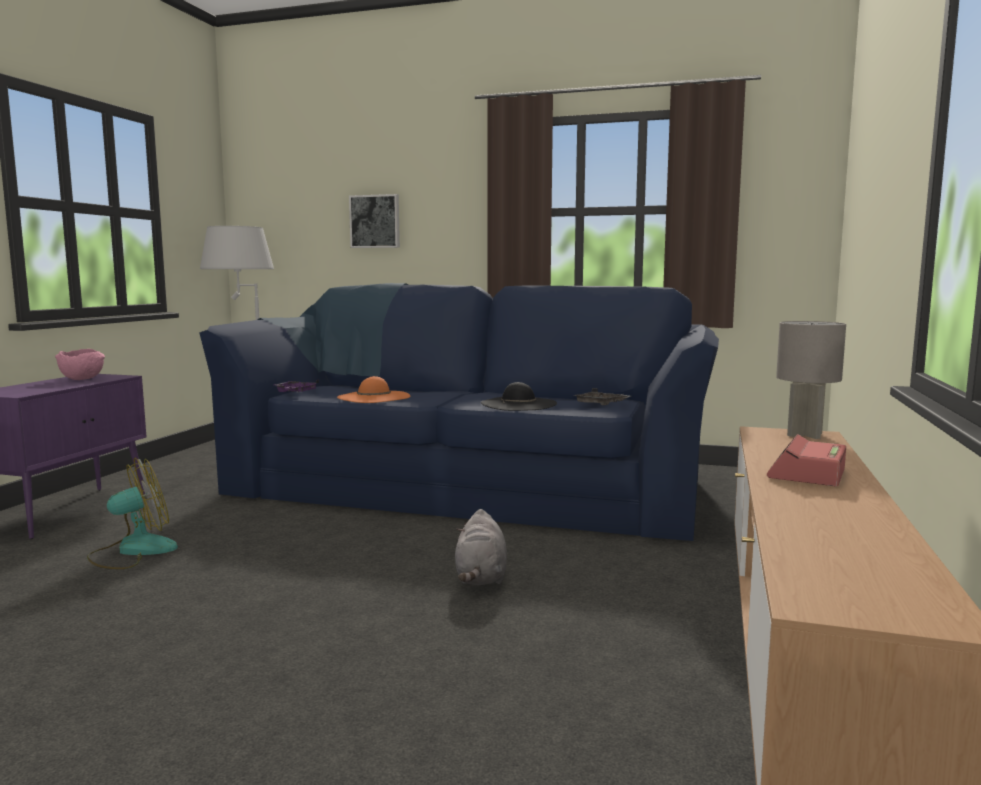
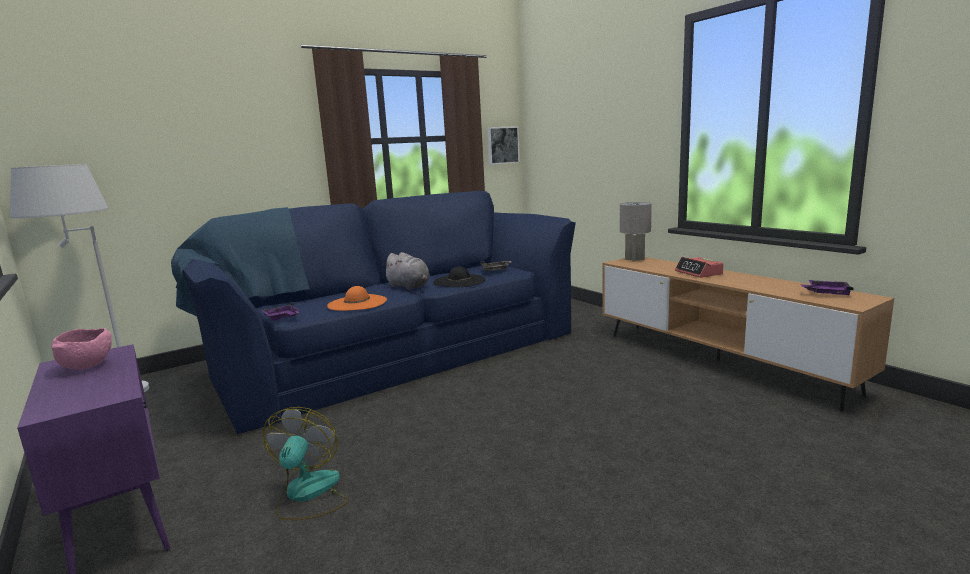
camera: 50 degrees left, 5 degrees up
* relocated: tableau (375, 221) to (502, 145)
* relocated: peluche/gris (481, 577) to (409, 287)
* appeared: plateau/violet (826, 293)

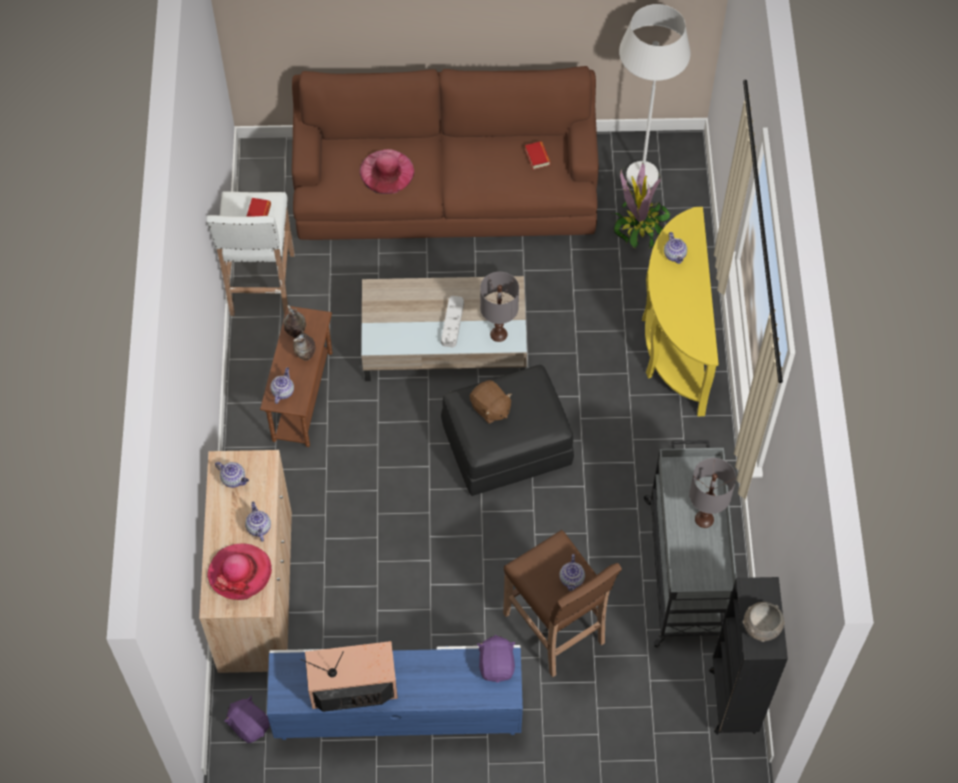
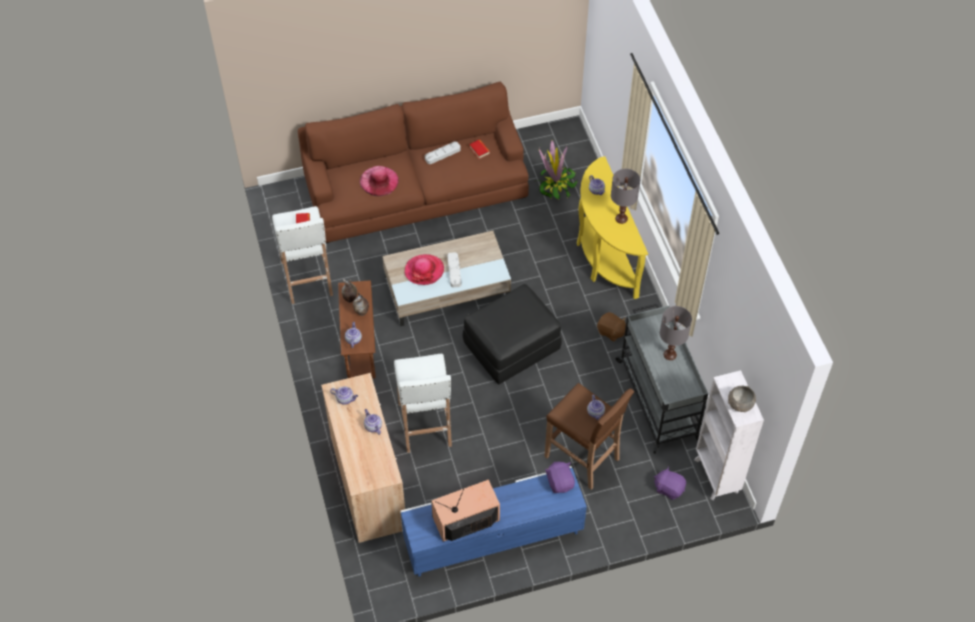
camera: 15 degrees left, 5 degrees down
* missing: lampadaire/blanc (640, 161)
* relocated: lampe de table/gris (498, 334) to (621, 218)
* relocated: peluche/marron (490, 408) to (611, 332)
* relocated: chapeau (240, 573) to (424, 270)
* colour: bibliothèque/noir (732, 702) to bibliothèque/blanc (716, 476)
* relocated: peluche/violet (249, 725) to (669, 488)
* appeared: plateau/gris (442, 154)
* appeared: tabouret/blanc (425, 426)

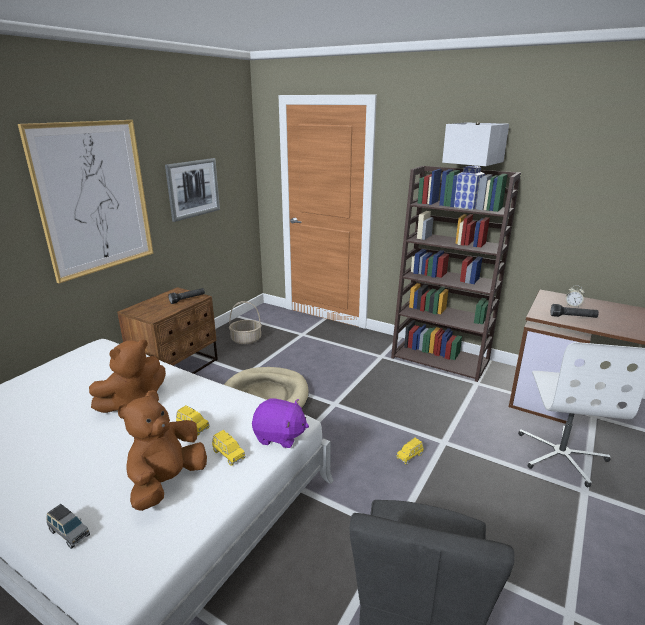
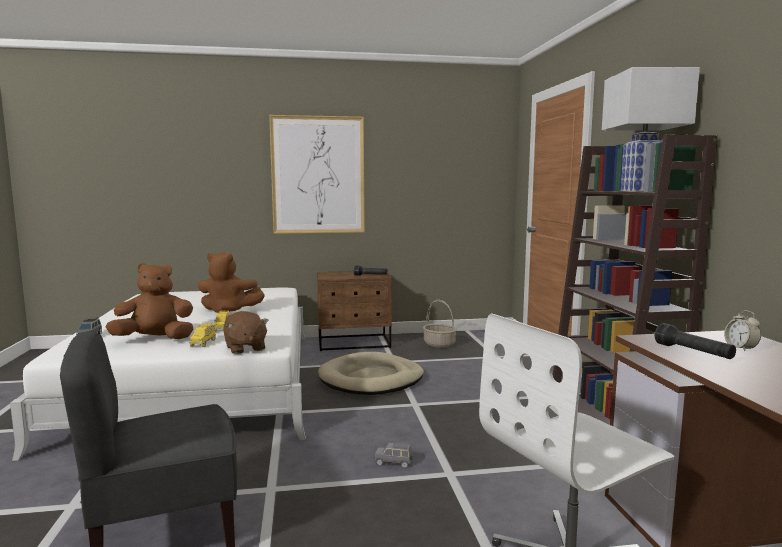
camera: 50 degrees right, 15 degrees down
* missing: tableau (193, 188)
* colour: peluche/violet (279, 436) to peluche/marron (245, 348)
* colour: petite voiture/jaune (409, 456) to petite voiture/gris (394, 463)

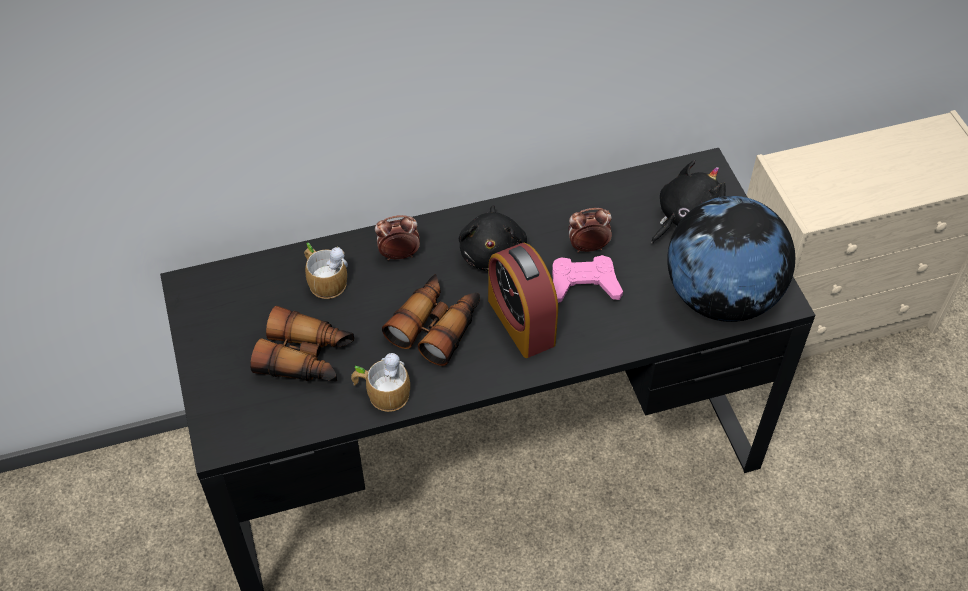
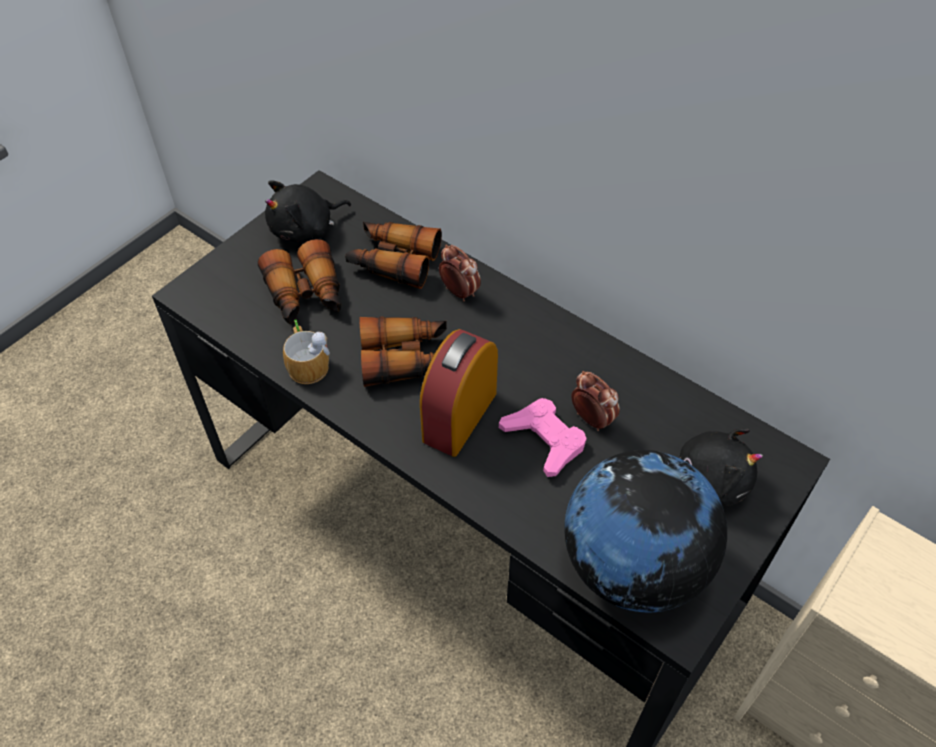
camera: 55 degrees right, 0 degrees up
* relocated: peluche/noir (492, 252) to (306, 229)
* exchanged: mug (324, 279) to jumelles (393, 261)

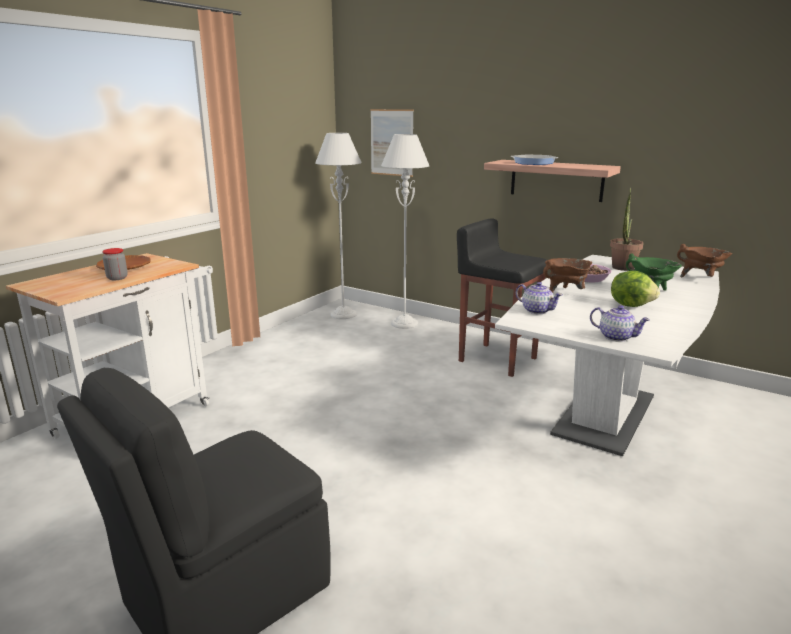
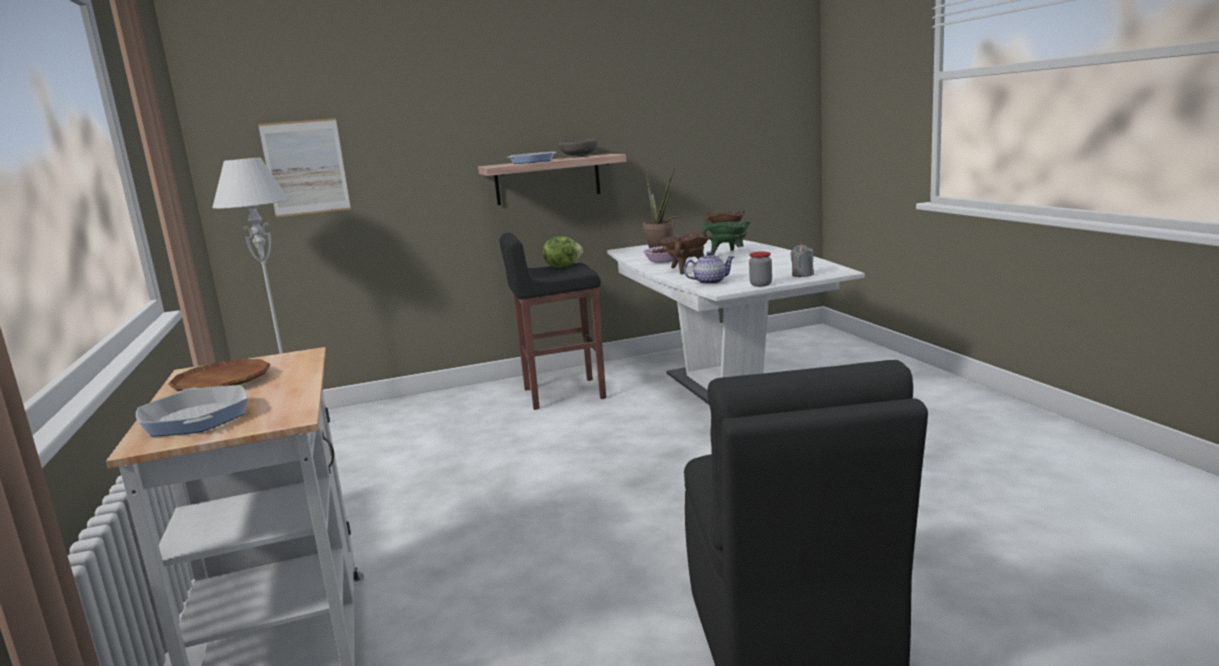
camera: 50 degrees left, 5 degrees down
* missing: lampadaire/gris (404, 323)
* relocated: bocal (117, 278) to (761, 284)
* relocated: laitue (631, 305) to (562, 266)
* exchanged: théière (617, 337) to bougie/gris (802, 275)
* appeared: bol/gris (579, 157)
* appeared: poêle (196, 419)

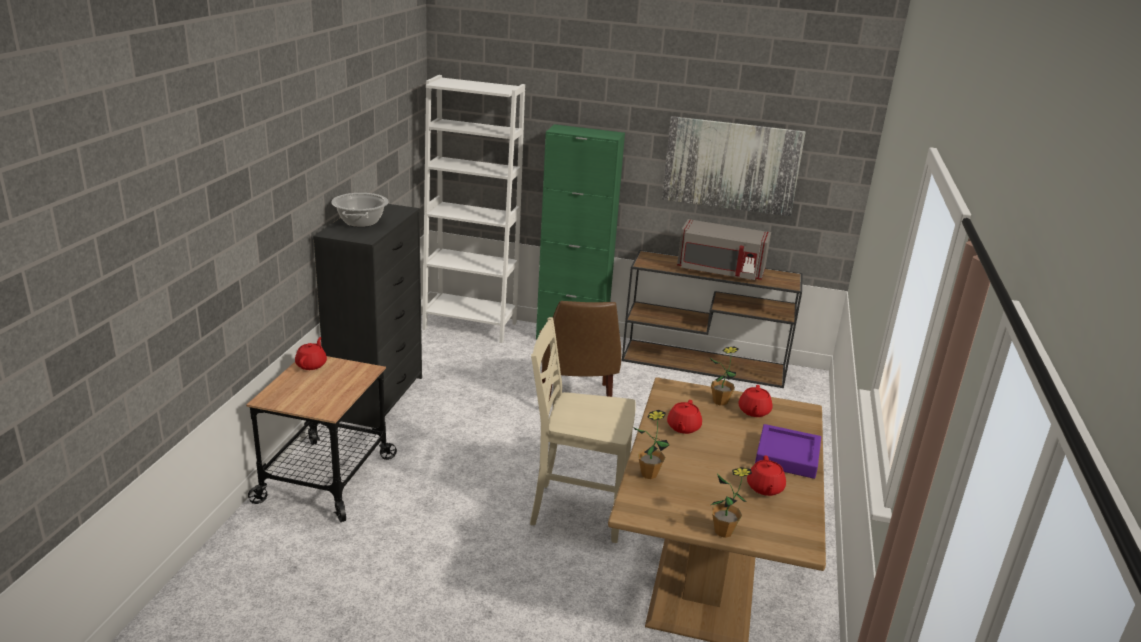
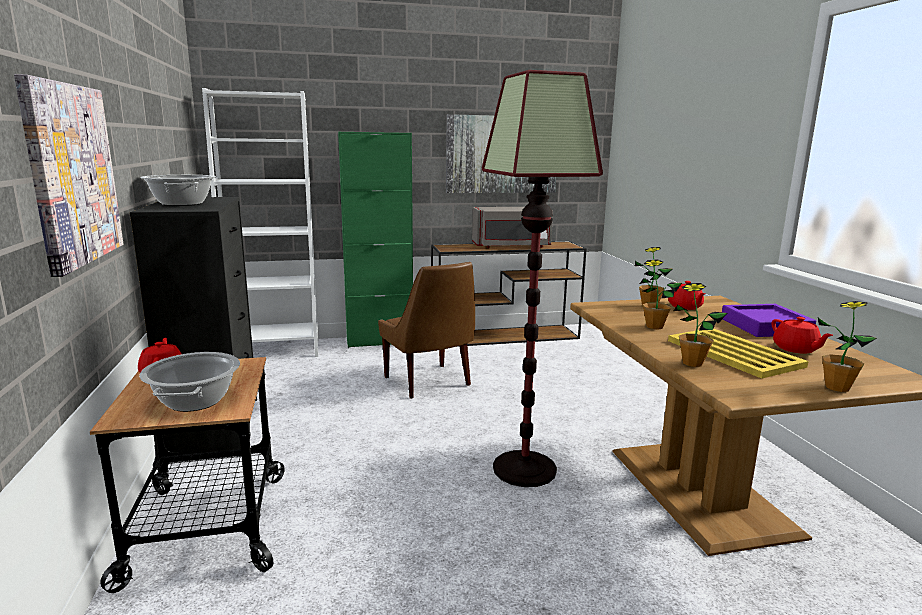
camera: 25 degrees left, 10 degrees down
* exchanged: chaise/beige (576, 510) to lampadaire (523, 469)
* exchanged: théière/rouge (683, 427) to plante en pot (654, 326)
* appeared: tableau (72, 174)
* appeared: plateau/jaune (732, 353)
* appeared: marmite (195, 401)

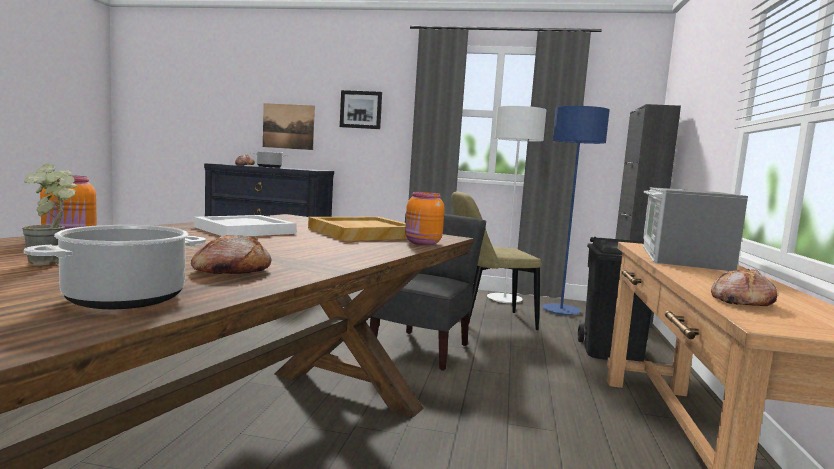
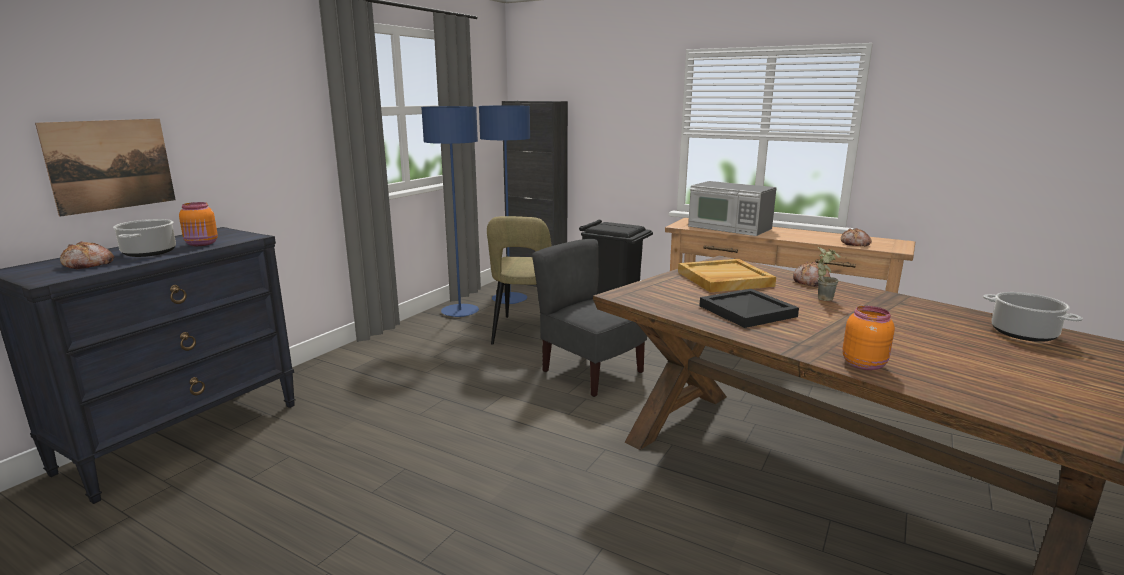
camera: 70 degrees left, 10 degrees up
* missing: tableau (361, 109)
* colour: lampadaire/blanc (504, 299) to lampadaire/bleu (460, 312)
* relocated: plante en pot (55, 263) to (823, 297)
* relocated: bocal/orange (422, 243) to (202, 244)
* colour: plateau/blanc (246, 230) to plateau/noir (747, 311)
* relocated: pain (231, 271) to (810, 282)

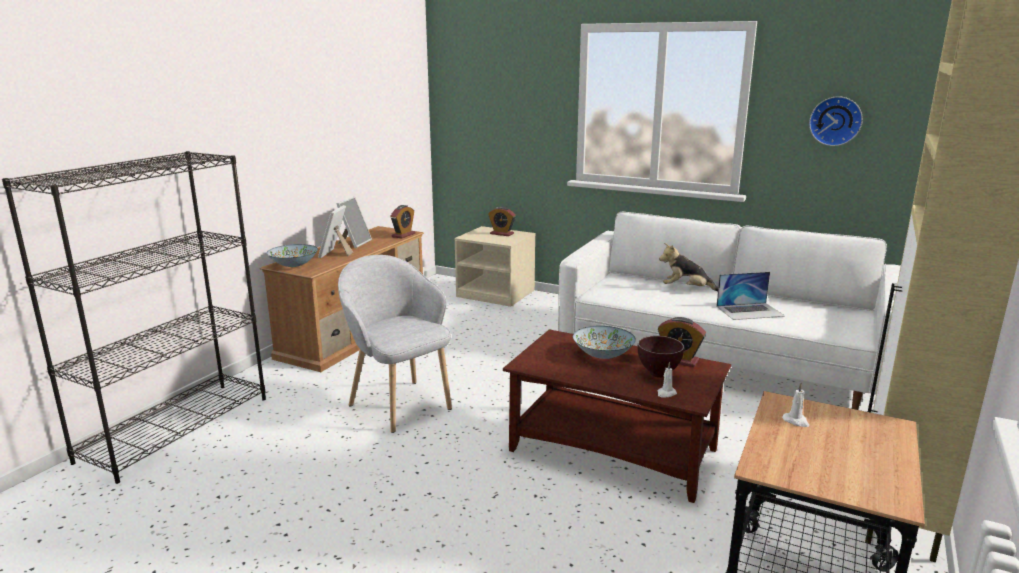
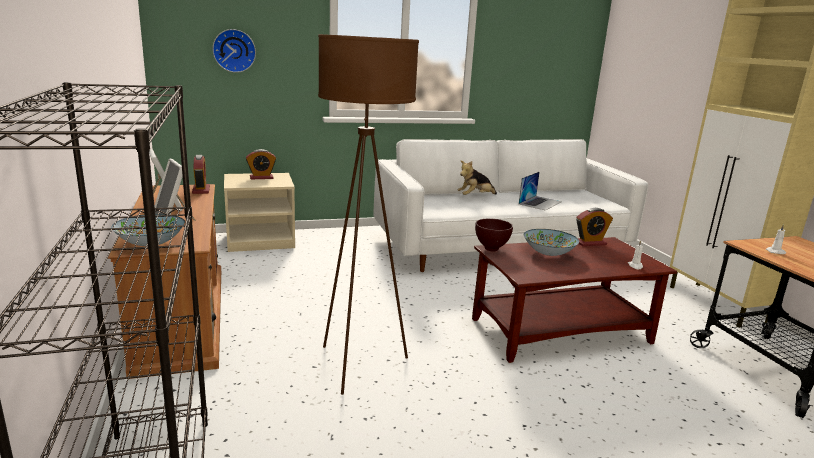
camera: 45 degrees left, 0 degrees up
* relocated: horloge murale (835, 121) to (234, 50)
* exchanged: fauteuil/gris (400, 404) to lampadaire/marron (359, 365)
* relocated: bol/marron (659, 375) to (492, 249)

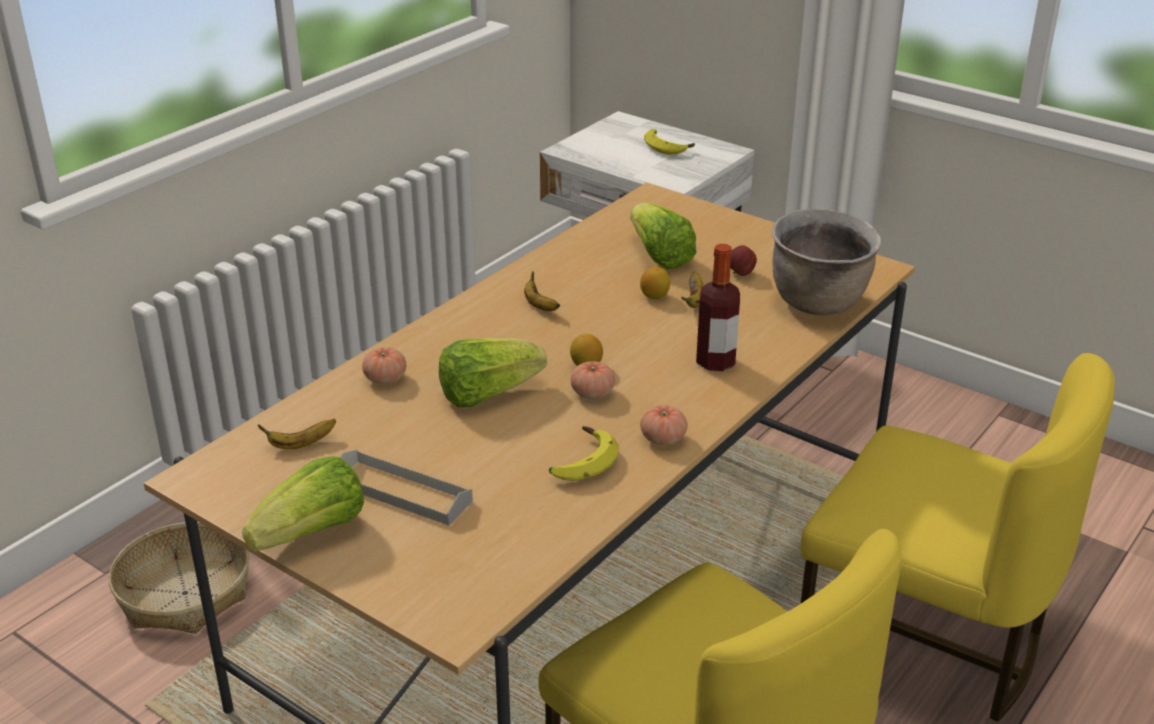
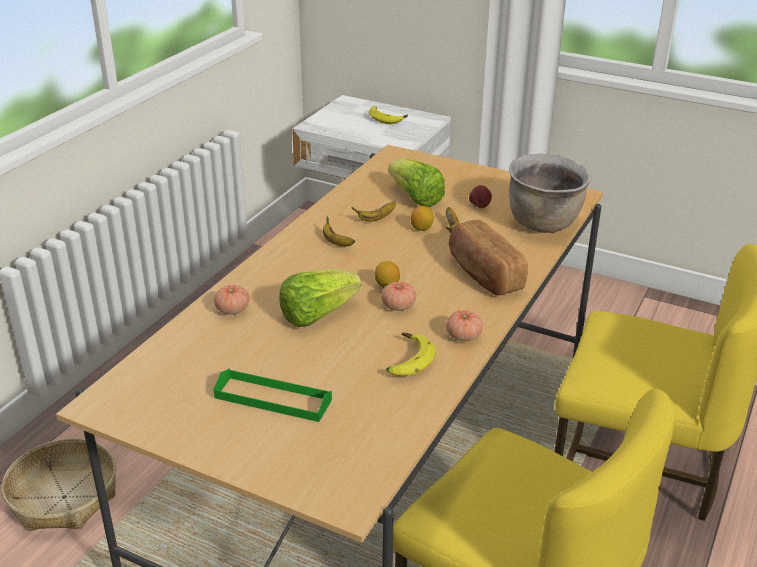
camera: 10 degrees left, 0 degrees up
* exchanged: bouteille (715, 362) to pain (483, 274)
* relocated: banane (301, 444) to (376, 218)
* colour: plateau/gris (401, 492) to plateau/vert (273, 399)
* missing: laitue (313, 533)

